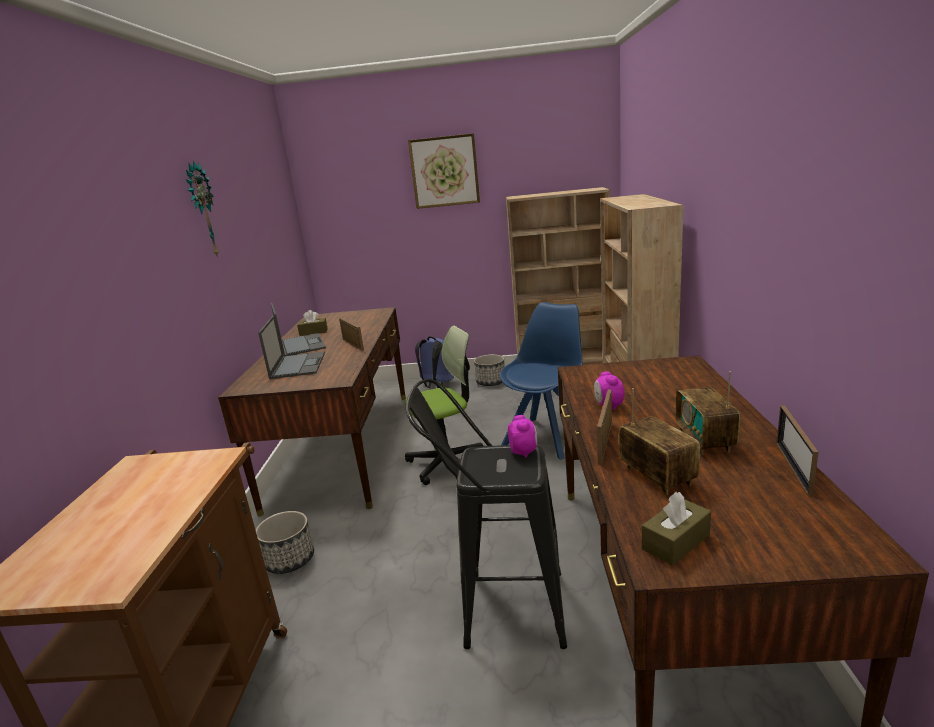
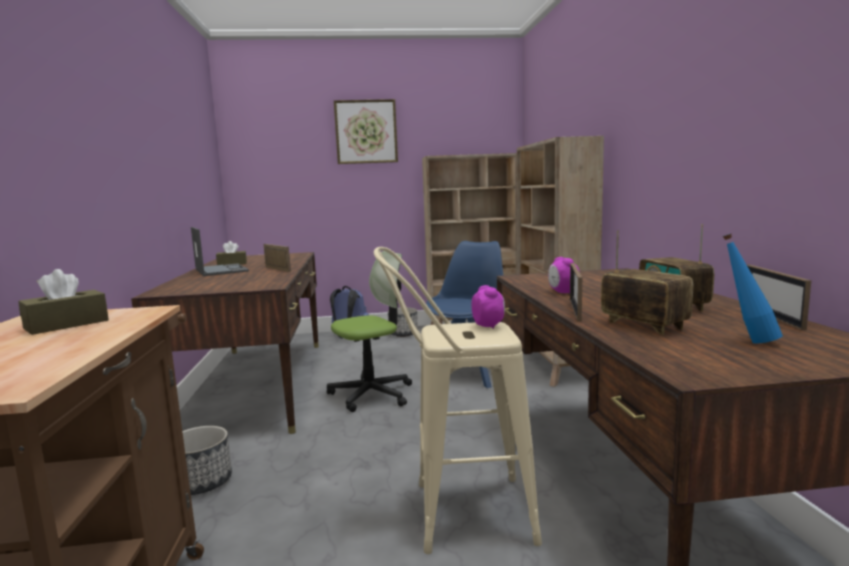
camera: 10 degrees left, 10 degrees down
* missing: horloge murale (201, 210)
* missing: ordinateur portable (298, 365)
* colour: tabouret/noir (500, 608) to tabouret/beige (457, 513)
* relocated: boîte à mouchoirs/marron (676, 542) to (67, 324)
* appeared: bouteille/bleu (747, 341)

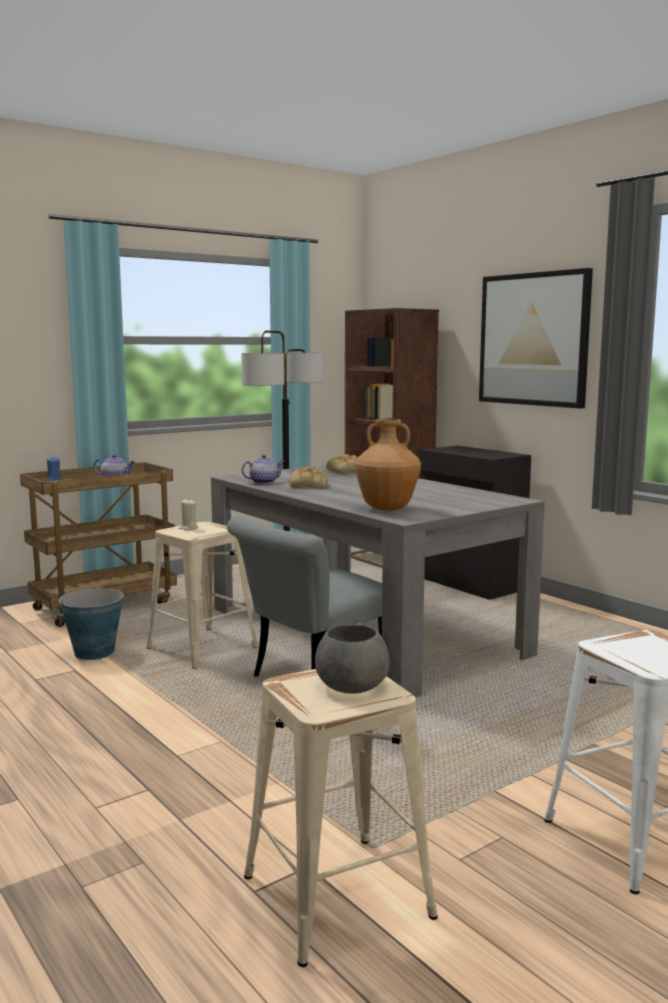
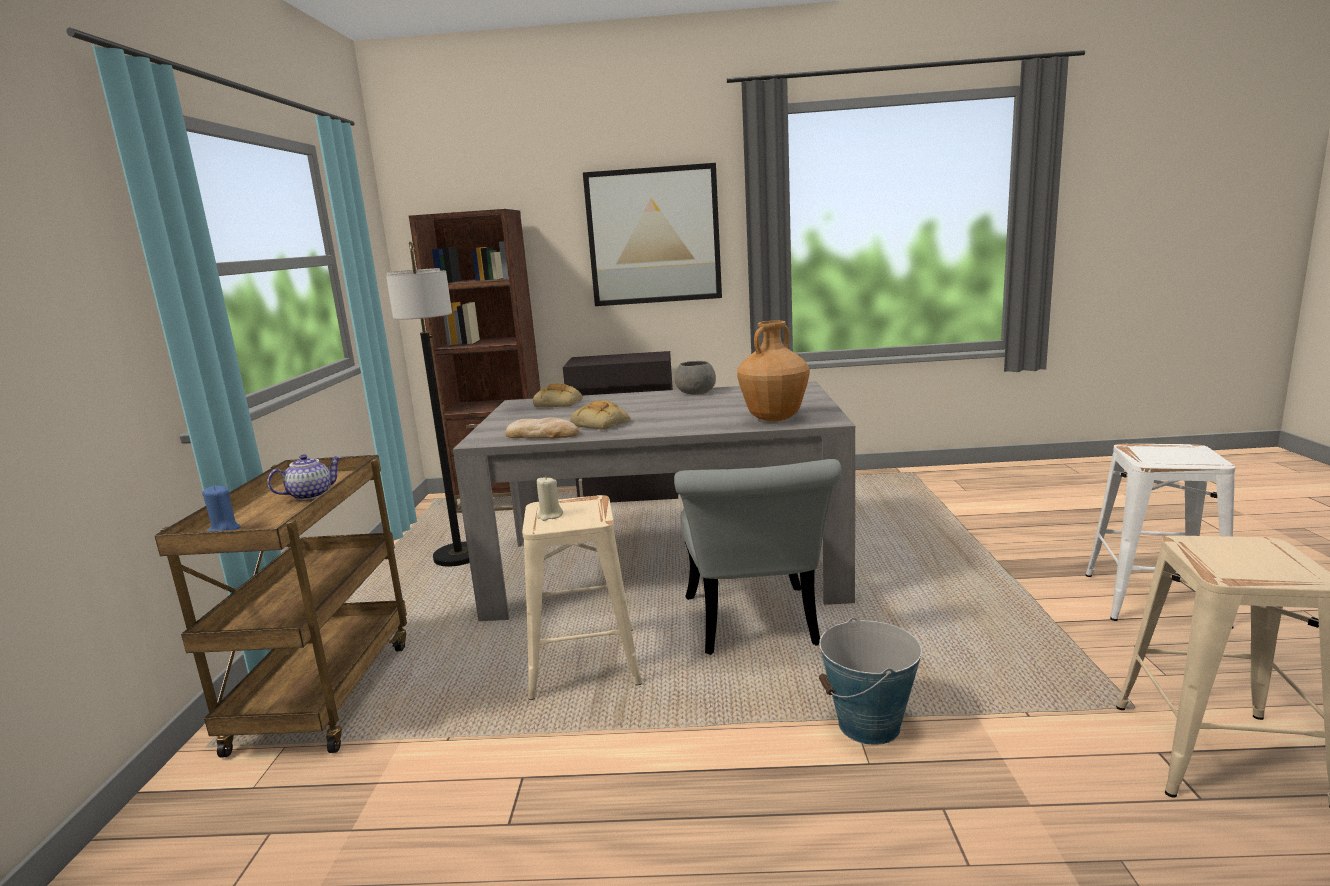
camera: 50 degrees left, 5 degrees up
* exchanged: théière (263, 482) to pain (542, 435)
* relocated: seau (94, 652) to (869, 725)
* relocated: bol/gris (351, 686) to (696, 392)

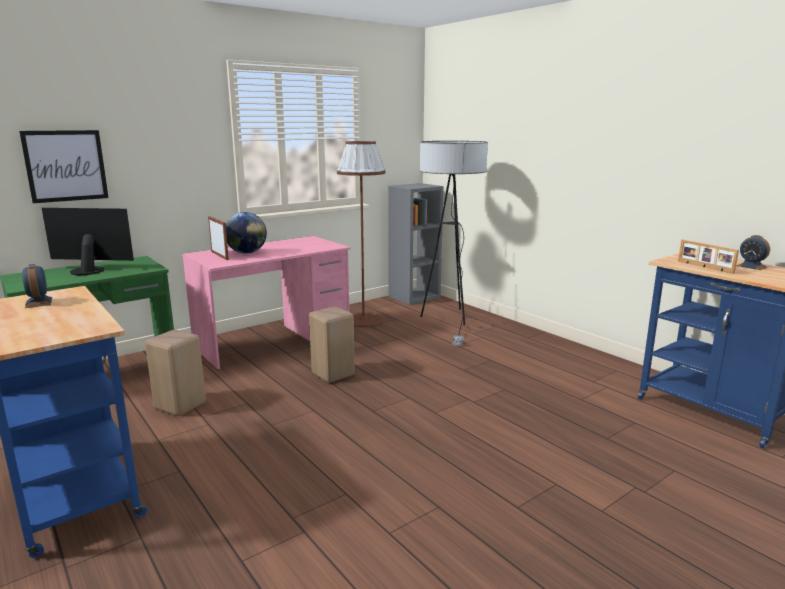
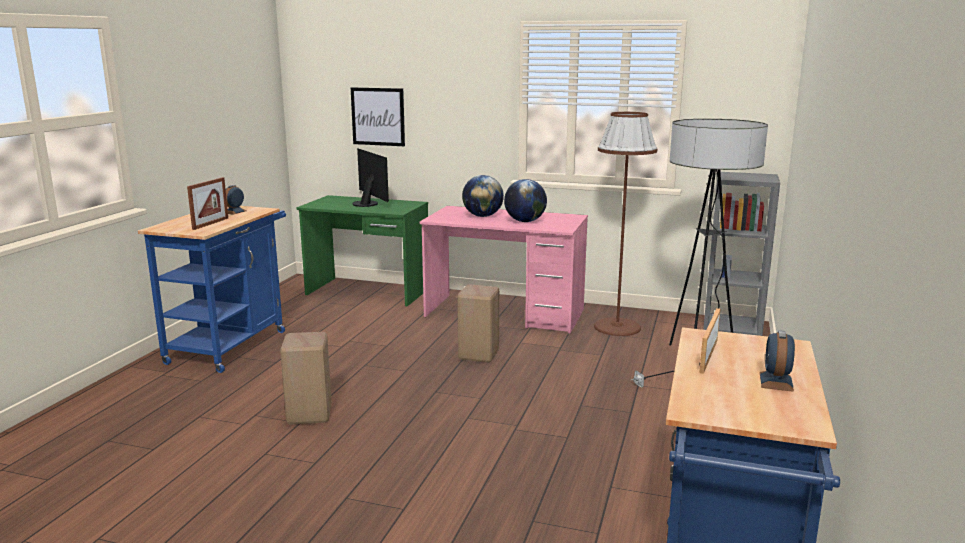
camera: 55 degrees right, 0 degrees up
* relocated: cadre photo (219, 255) to (210, 223)
* relocated: tabouret/beige (180, 406) to (308, 415)
* appeared: globe (525, 221)

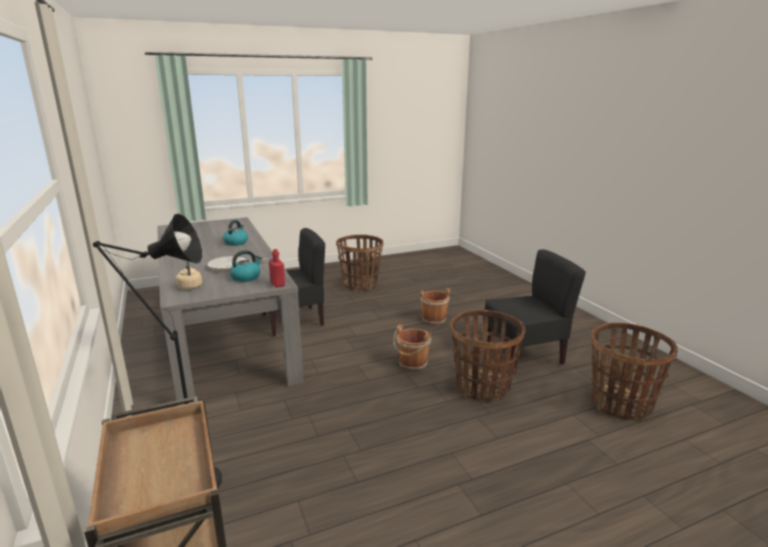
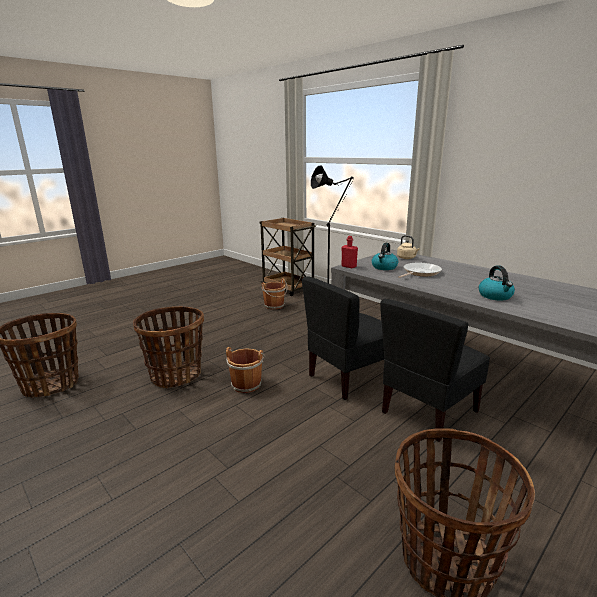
camera: 160 degrees right, 0 degrees up
* relocated: chaise/noir (524, 355) to (349, 378)
* relocated: seau/marron (433, 319) to (274, 306)

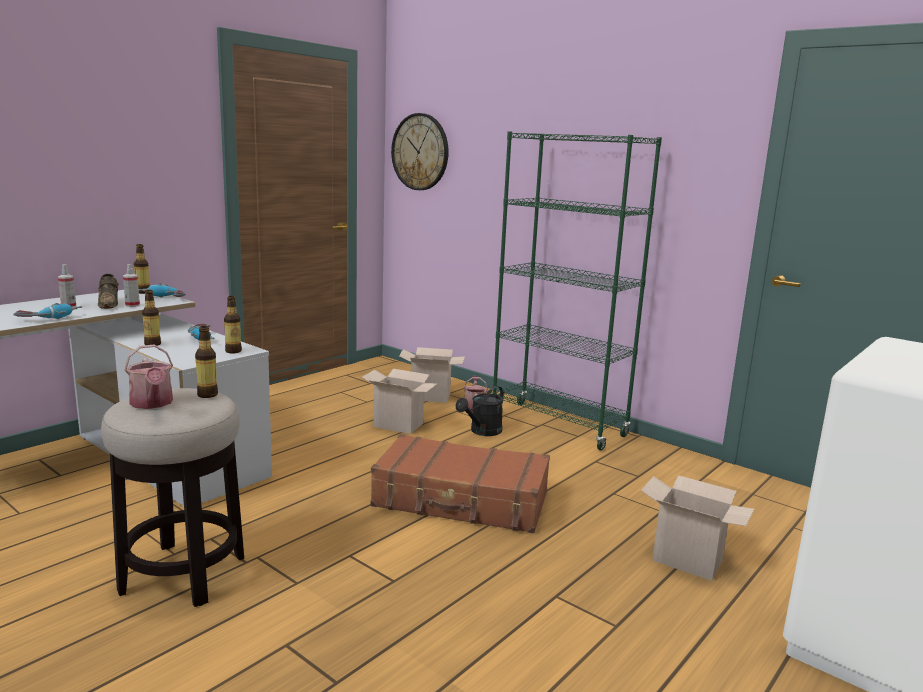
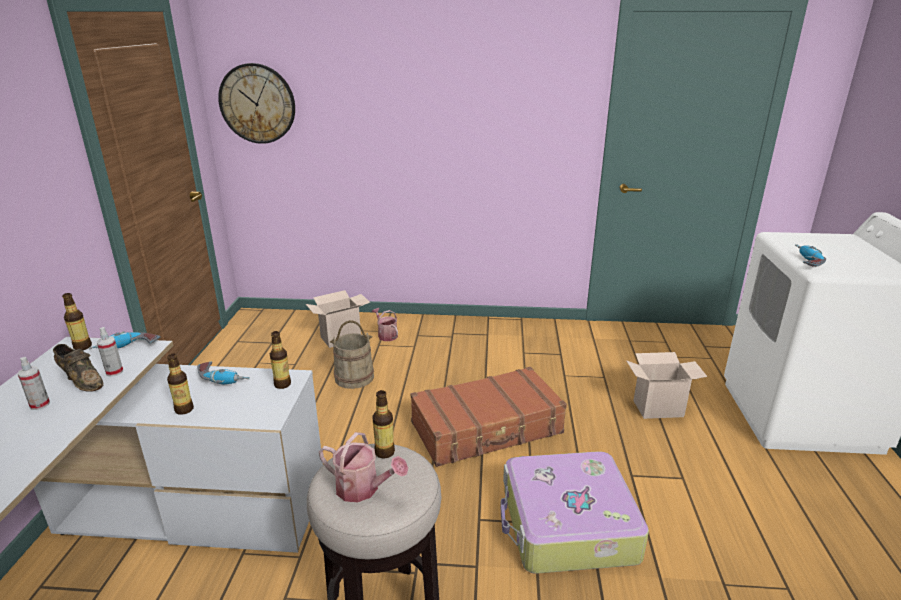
camera: 35 degrees left, 10 degrees up
* missing: bibliothèque/vert (558, 425)
* relocated: perceuse (50, 318) to (805, 261)
* exchanged: carton (400, 425) to seau/beige (354, 377)
* missing: arrosoir/noir (482, 432)
* appeared: valise (567, 525)

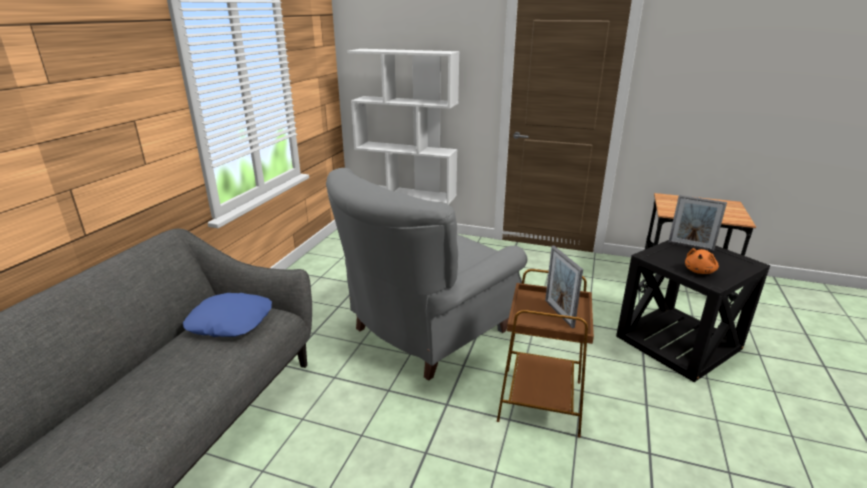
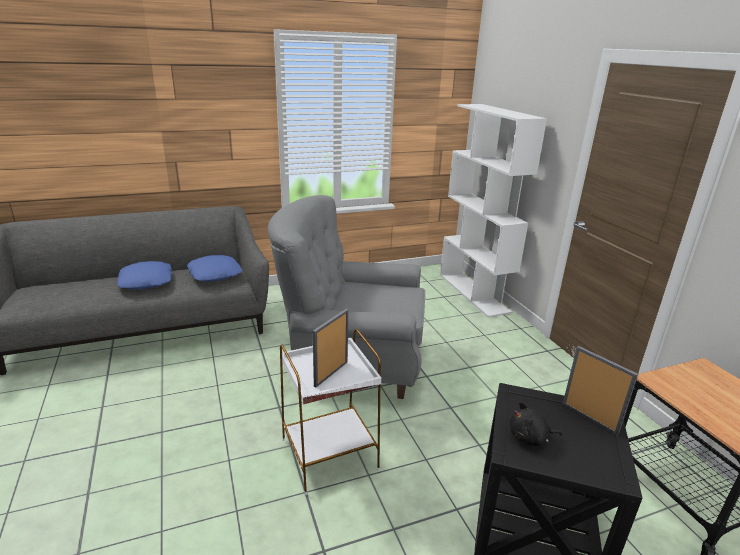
camera: 50 degrees right, 0 degrees up
* spun: cadre photo (690, 246) = (589, 418) 150 degrees clockwise
* colour: peluche/orange (699, 271) to peluche/noir (530, 437)
* colour: table d'appoint/marron (539, 401) to table d'appoint/blanc (328, 454)
* appeared: coussin/bleu (147, 281)

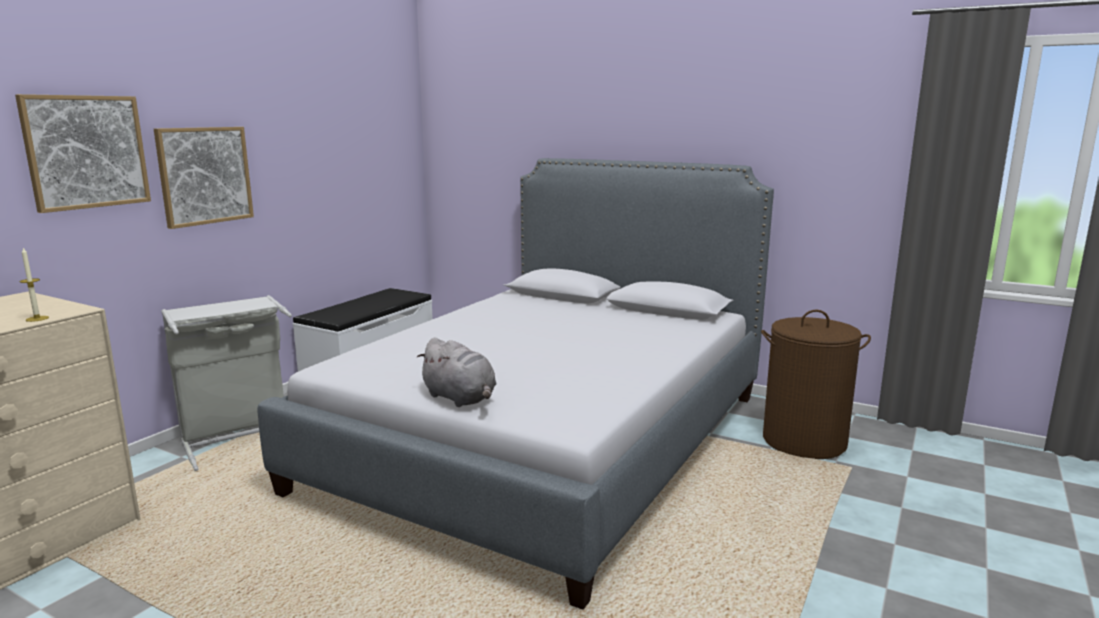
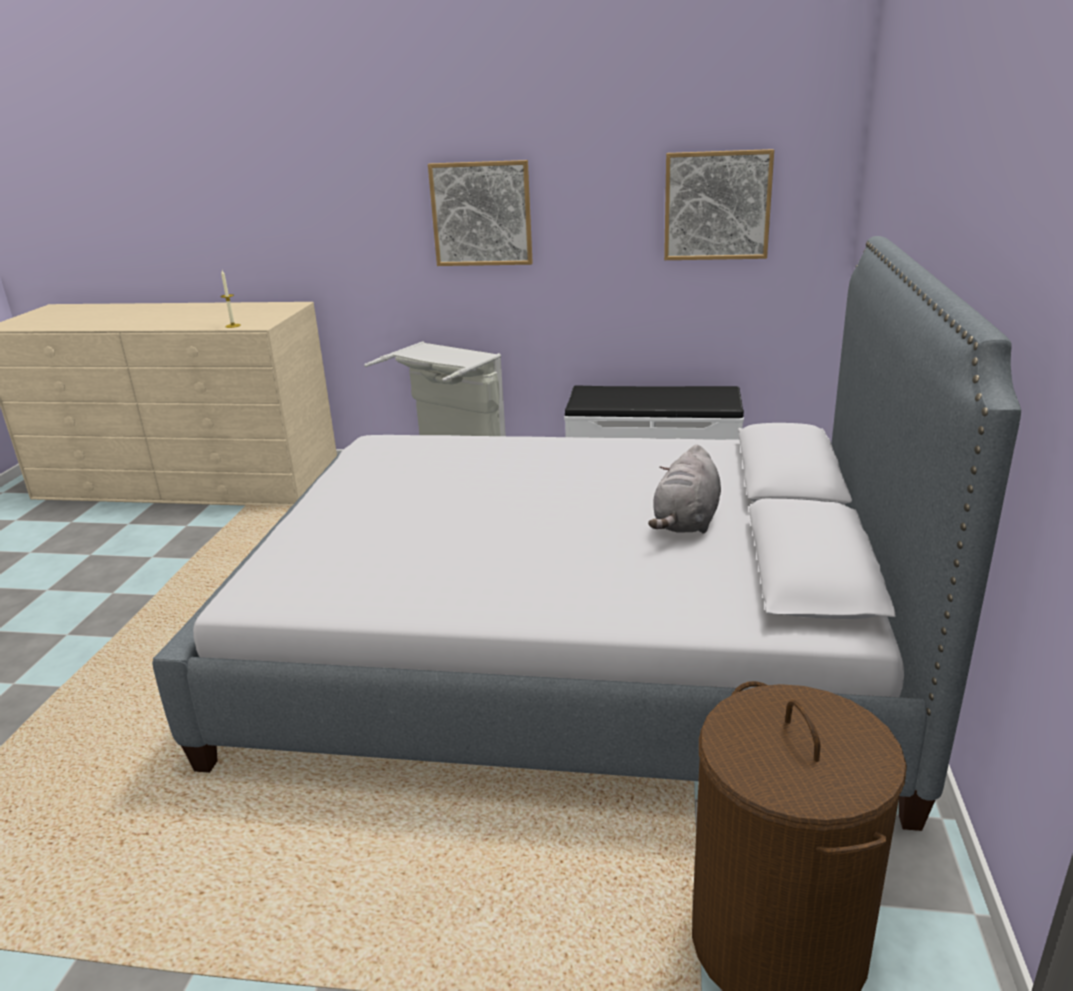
camera: 70 degrees right, 10 degrees up
* relocated: tableau (86, 152) to (717, 206)
* relocated: peluche/gris (461, 398) to (686, 522)

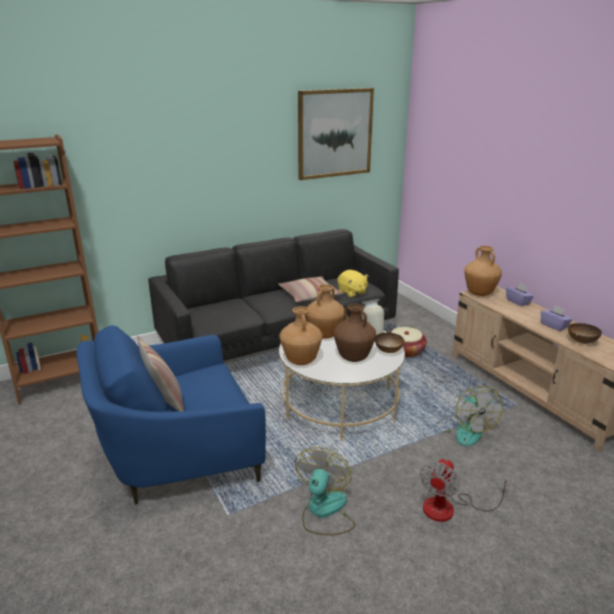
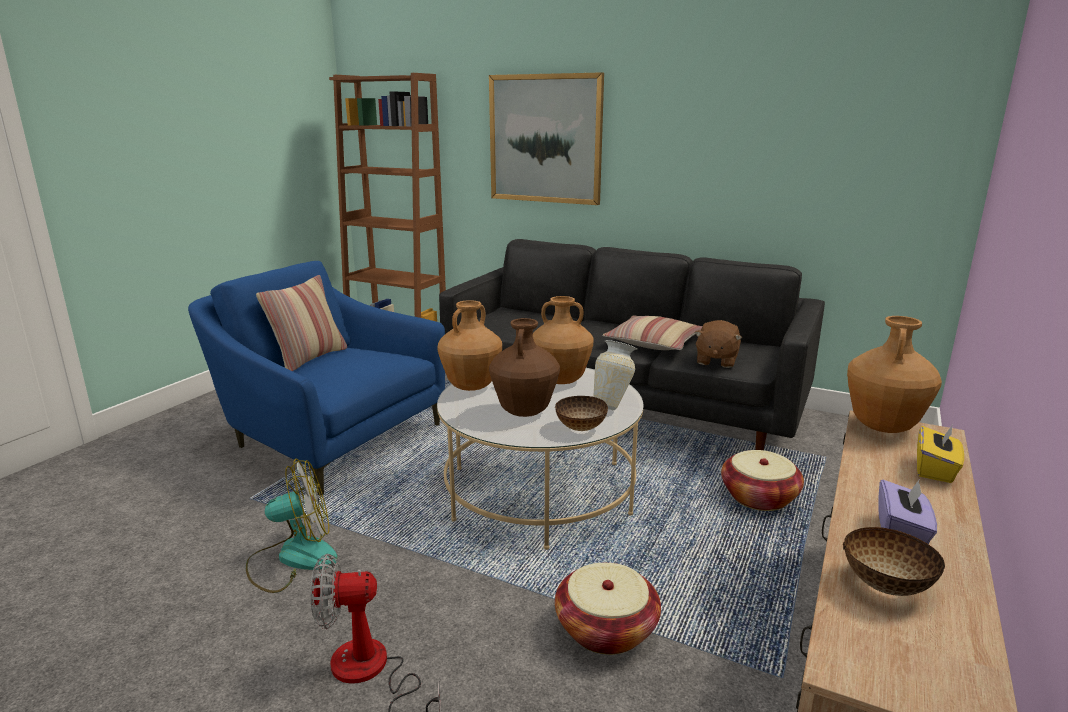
camera: 55 degrees right, 5 degrees down
* relocated: tableau (335, 133) to (545, 139)
* colour: peluche/jaune (352, 292) to peluche/marron (716, 360)
* colour: boîte à mouchoirs/violet (518, 302) to boîte à mouchoirs/jaune (935, 470)
* exchanged: ventilateur (464, 430) to panier (606, 629)

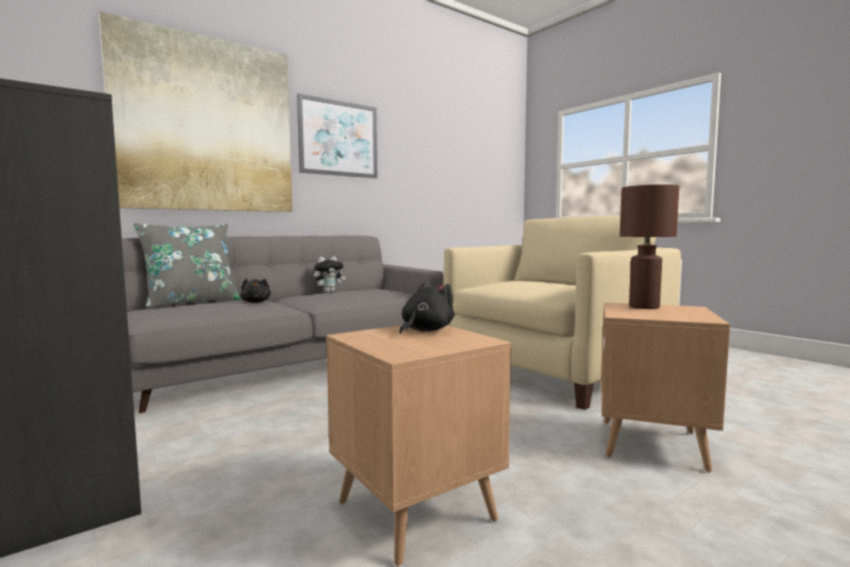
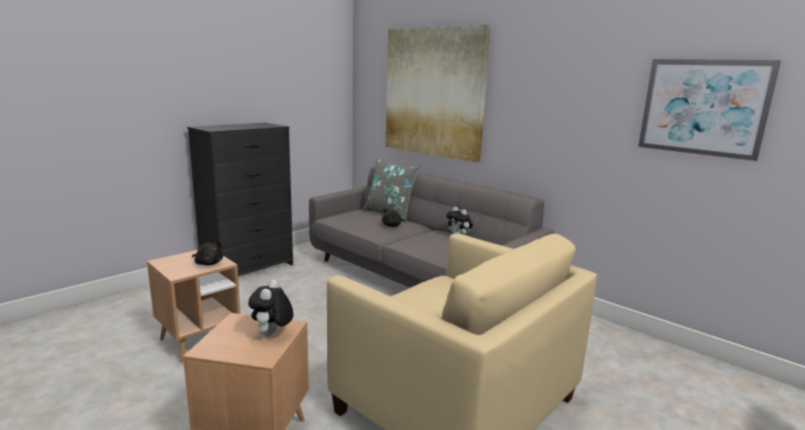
camera: 80 degrees right, 10 degrees up
* relocated: tableau (338, 138) to (703, 107)
* exchanged: lampe de table/marron (644, 307) to peluche (272, 335)

